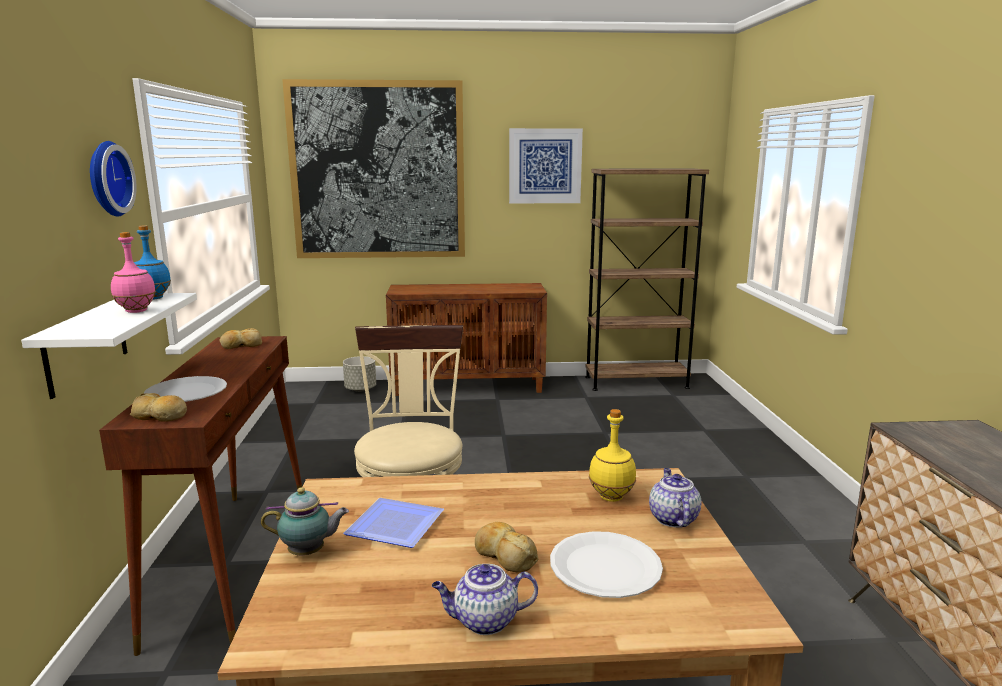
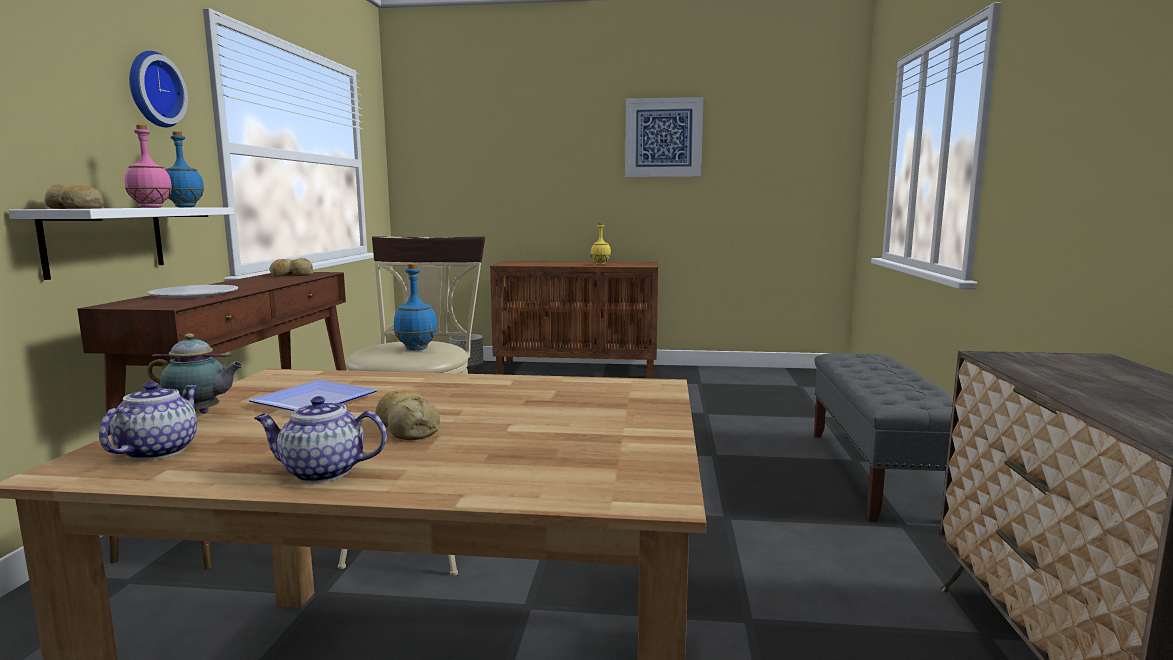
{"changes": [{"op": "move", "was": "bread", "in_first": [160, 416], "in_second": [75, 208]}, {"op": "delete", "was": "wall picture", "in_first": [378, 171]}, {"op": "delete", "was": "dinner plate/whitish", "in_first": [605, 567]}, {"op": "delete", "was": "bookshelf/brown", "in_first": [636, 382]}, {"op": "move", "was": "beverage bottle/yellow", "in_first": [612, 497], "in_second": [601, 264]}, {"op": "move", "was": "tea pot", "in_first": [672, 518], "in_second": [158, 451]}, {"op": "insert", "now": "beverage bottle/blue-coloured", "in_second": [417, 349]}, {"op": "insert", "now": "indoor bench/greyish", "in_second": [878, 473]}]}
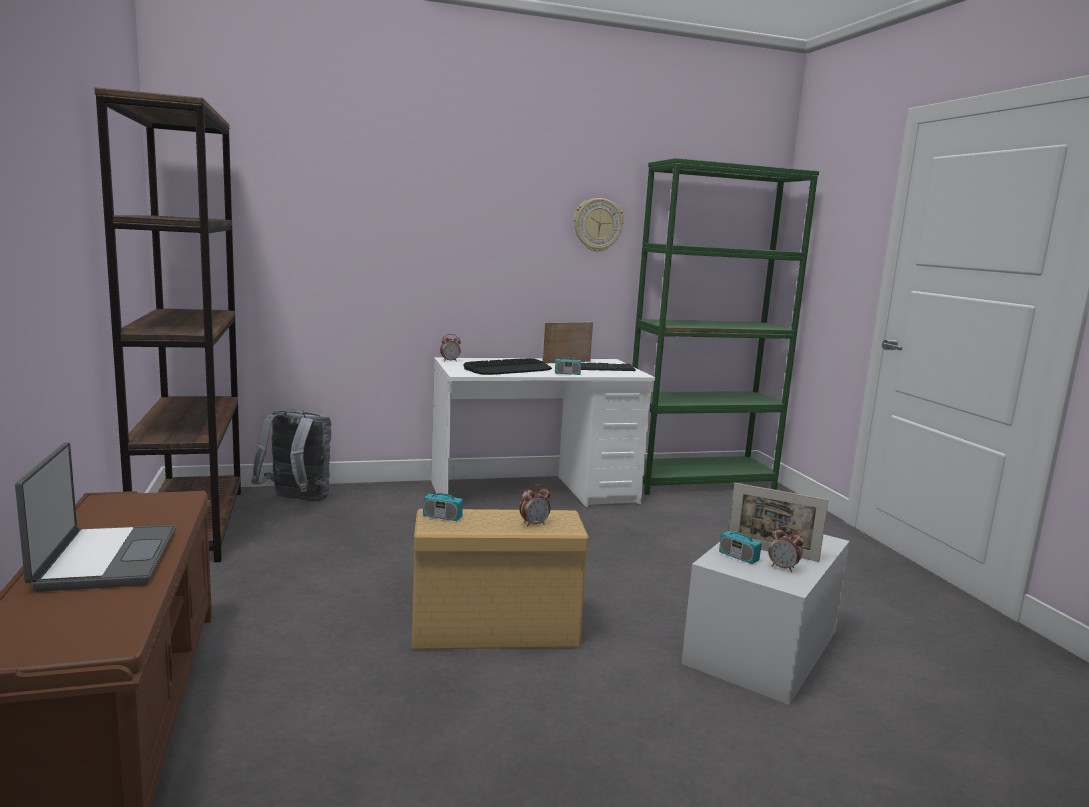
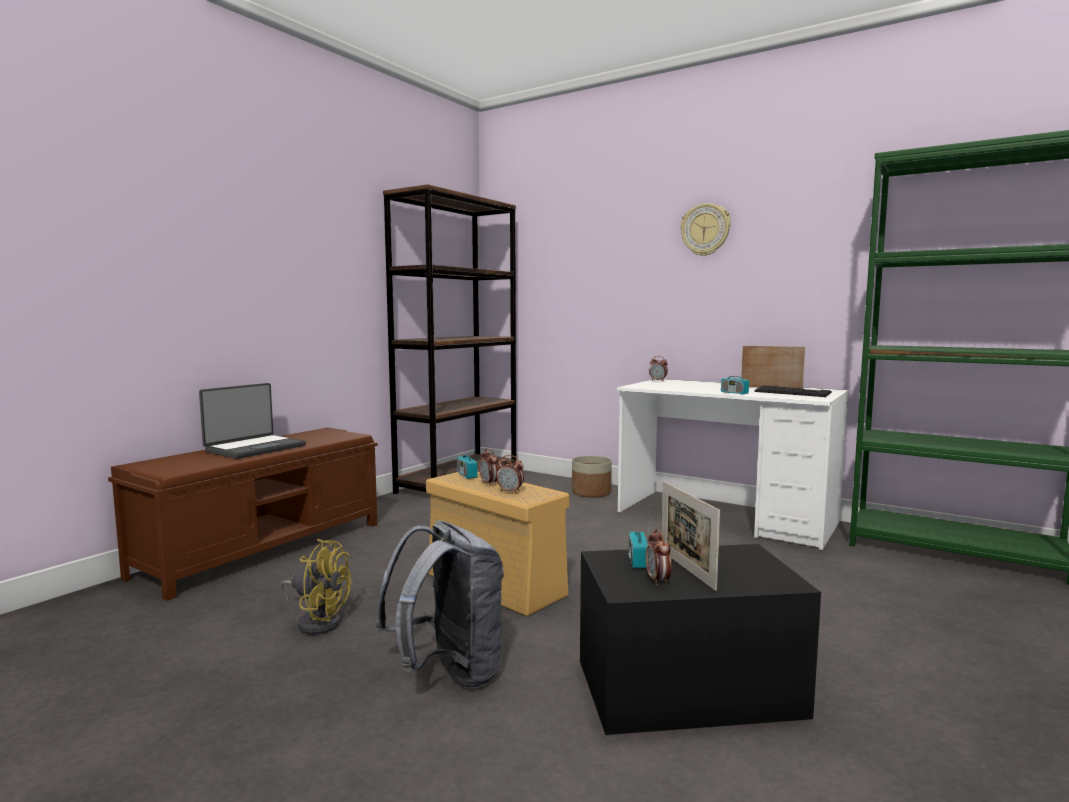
{"changes": [{"op": "move", "was": "rucksack/greyish", "in_first": [296, 501], "in_second": [448, 673]}, {"op": "delete", "was": "PC keyboard", "in_first": [508, 369]}, {"op": "move", "was": "clock on the wall", "in_first": [597, 225], "in_second": [705, 230]}, {"op": "recolor", "was": "storage box/whitish", "now": "storage box/black", "in_first": [762, 646], "in_second": [688, 687]}, {"op": "insert", "now": "cooling fan/yellow", "in_second": [318, 621]}, {"op": "insert", "now": "alarm clock", "in_second": [489, 483]}, {"op": "insert", "now": "plant pot", "in_second": [591, 493]}]}
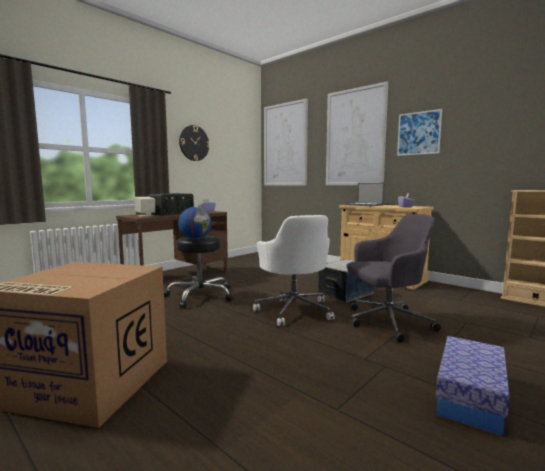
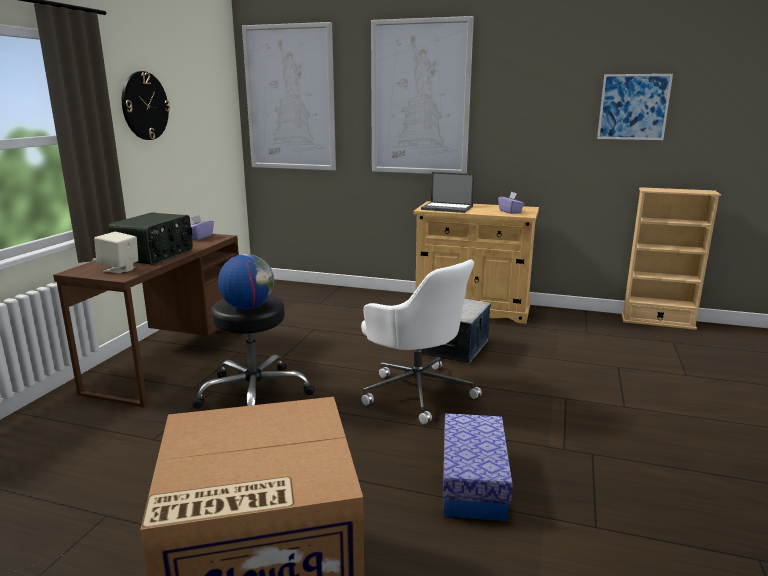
{"changes": [{"op": "delete", "was": "office chair/greyish", "in_first": [386, 322]}, {"op": "move", "was": "wall picture", "in_first": [418, 133], "in_second": [633, 107]}, {"op": "move", "was": "storage box", "in_first": [470, 396], "in_second": [473, 481]}]}
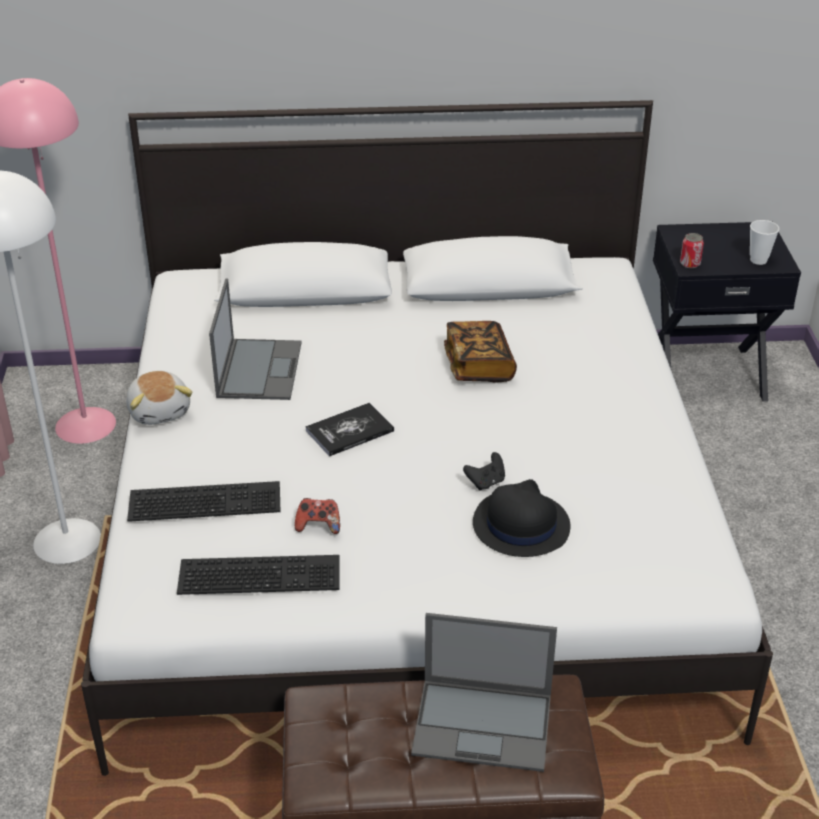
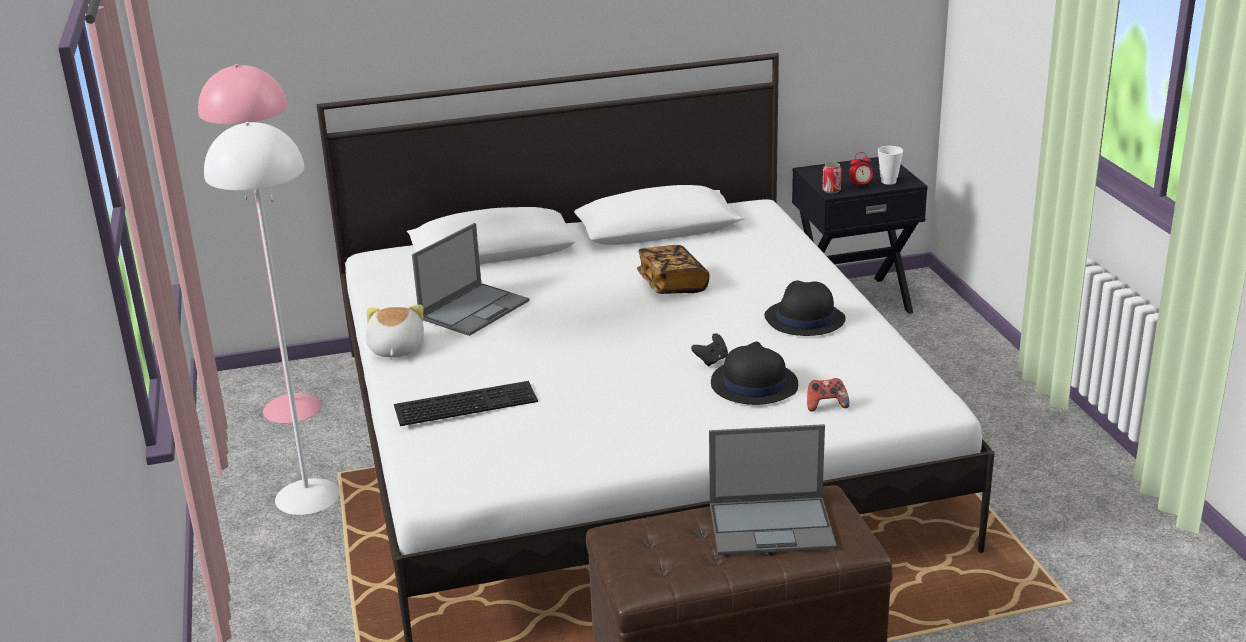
{"changes": [{"op": "rotate", "was": "cuddly toy", "in_first": [160, 411], "in_second": [395, 349], "clockwise": -150}, {"op": "delete", "was": "PC keyboard", "in_first": [261, 573]}, {"op": "rotate", "was": "portable computer", "in_first": [259, 369], "in_second": [475, 309], "clockwise": 45}, {"op": "move", "was": "joypad", "in_first": [318, 525], "in_second": [826, 405]}, {"op": "delete", "was": "volume", "in_first": [349, 431]}, {"op": "insert", "now": "wearable hat/black", "in_second": [804, 319]}, {"op": "insert", "now": "alarm clock", "in_second": [860, 185]}]}
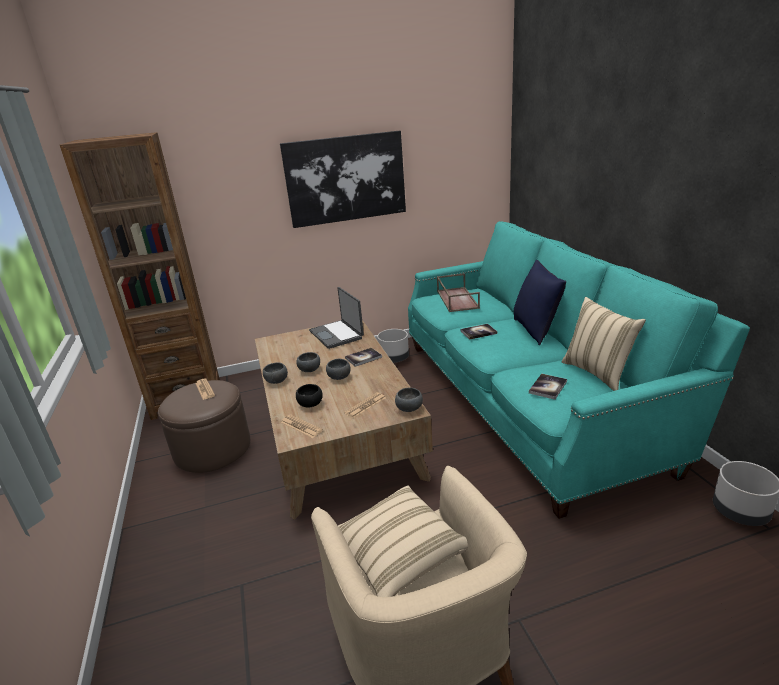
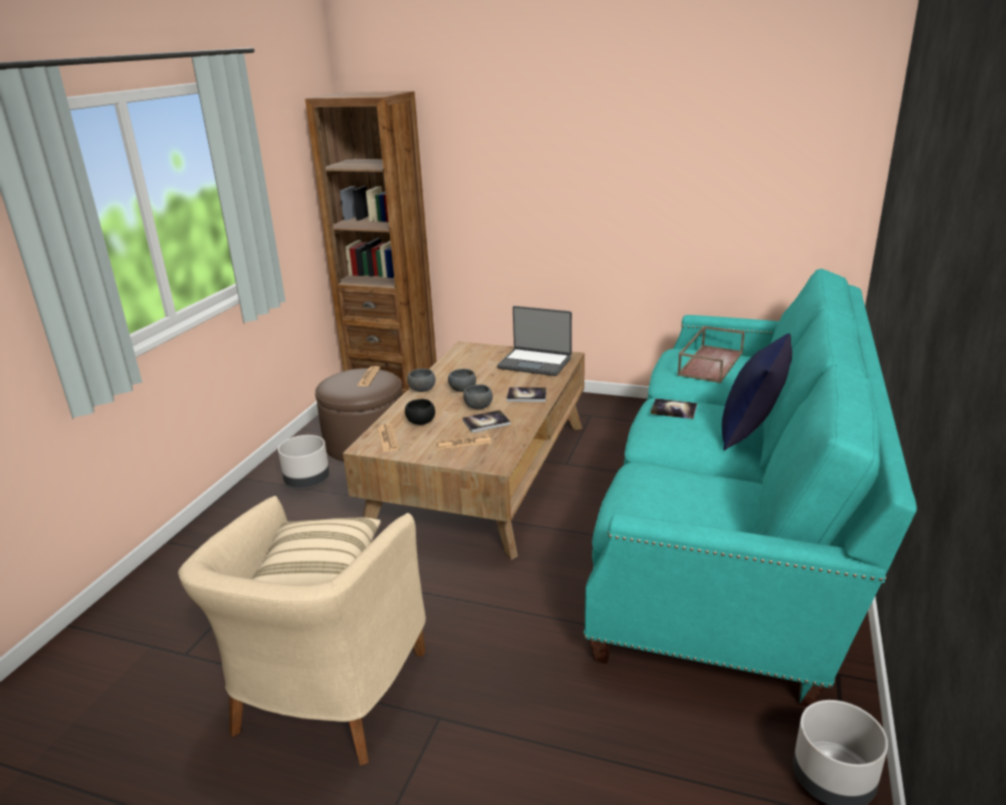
{"changes": [{"op": "delete", "was": "wall picture", "in_first": [345, 179]}, {"op": "rotate", "was": "portable computer", "in_first": [337, 334], "in_second": [535, 363], "clockwise": -75}, {"op": "move", "was": "plant pot/greyish", "in_first": [394, 359], "in_second": [307, 481]}, {"op": "delete", "was": "serving bowl/greyish", "in_first": [410, 409]}, {"op": "move", "was": "volume", "in_first": [548, 387], "in_second": [486, 422]}, {"op": "delete", "was": "pillow/beige-coloured", "in_first": [598, 373]}]}
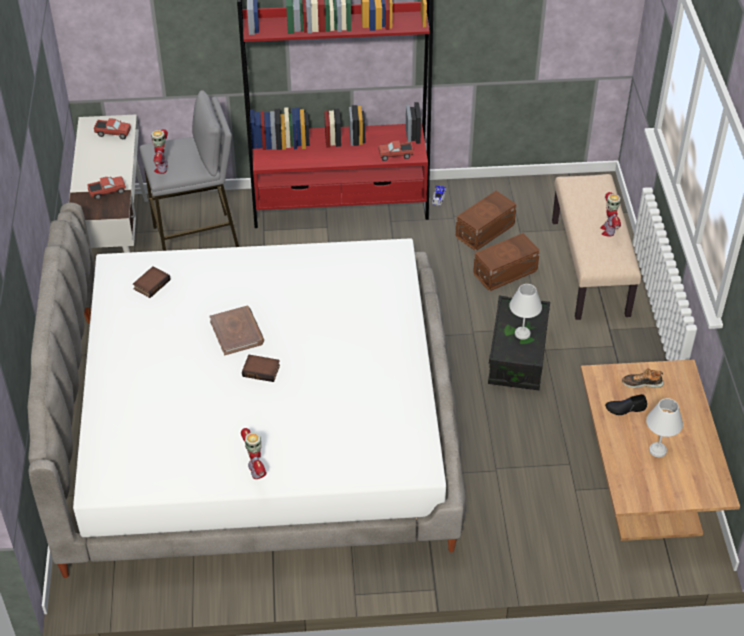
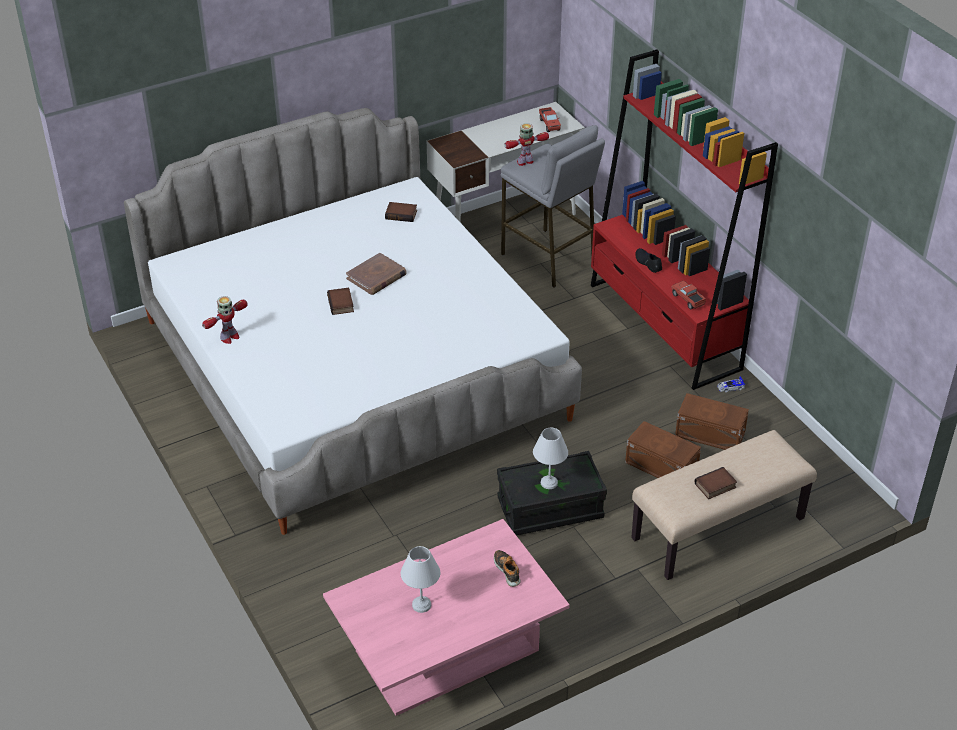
{"changes": [{"op": "delete", "was": "toy truck", "in_first": [107, 192]}, {"op": "recolor", "was": "low table/brown", "now": "low table/pinkish", "in_first": [646, 478], "in_second": [446, 651]}, {"op": "replace", "was": "toy robot", "now": "volume", "in_first": [608, 230], "in_second": [715, 486]}, {"op": "move", "was": "low shoe/black", "in_first": [625, 408], "in_second": [648, 263]}]}
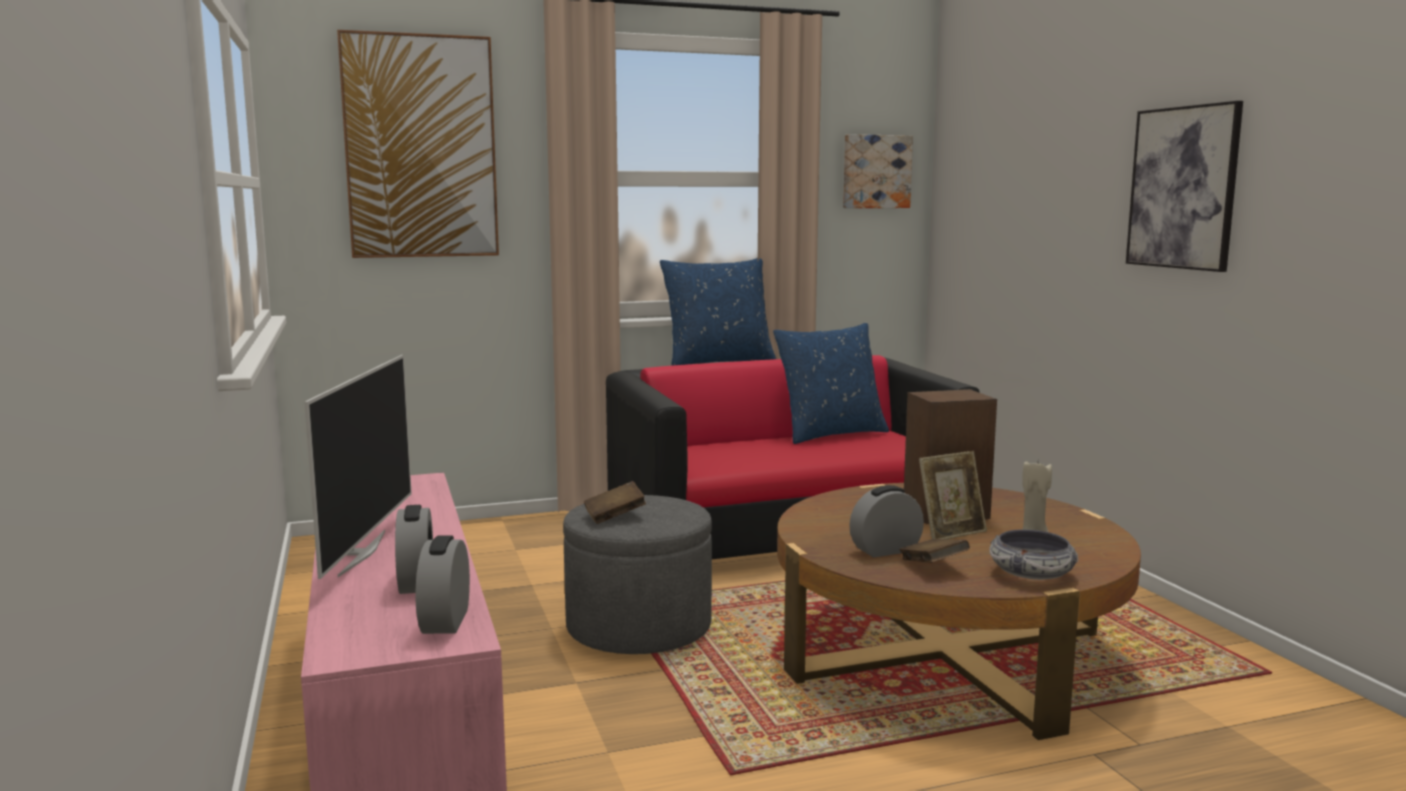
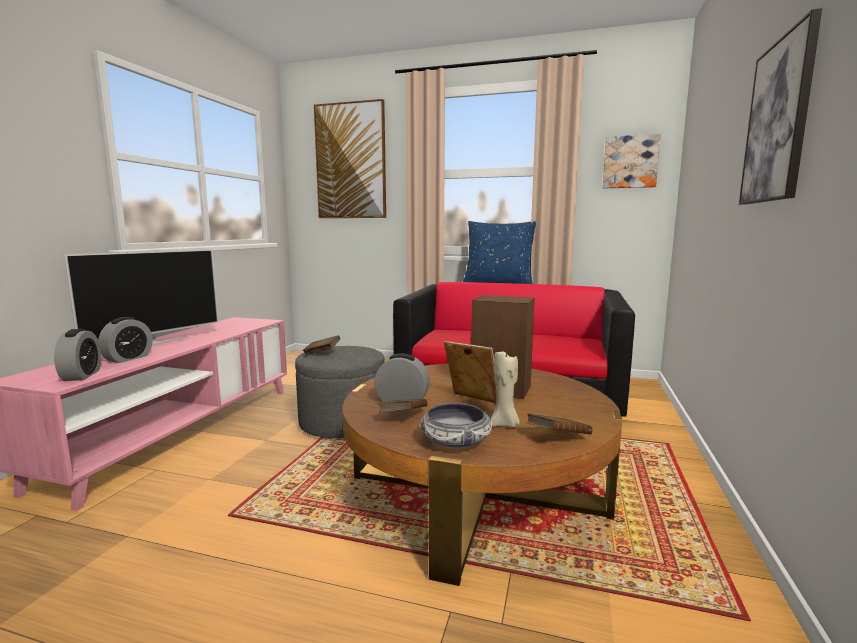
{"changes": [{"op": "rotate", "was": "alarm clock", "in_first": [445, 621], "in_second": [81, 375], "clockwise": 135}, {"op": "delete", "was": "pillow/blue-coloured", "in_first": [830, 434]}, {"op": "rotate", "was": "photo frame", "in_first": [951, 533], "in_second": [471, 401], "clockwise": -150}, {"op": "insert", "now": "volume/brown", "in_second": [558, 438]}]}
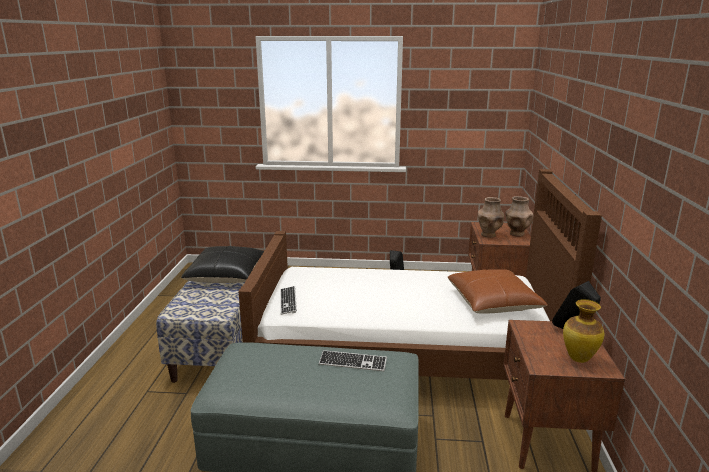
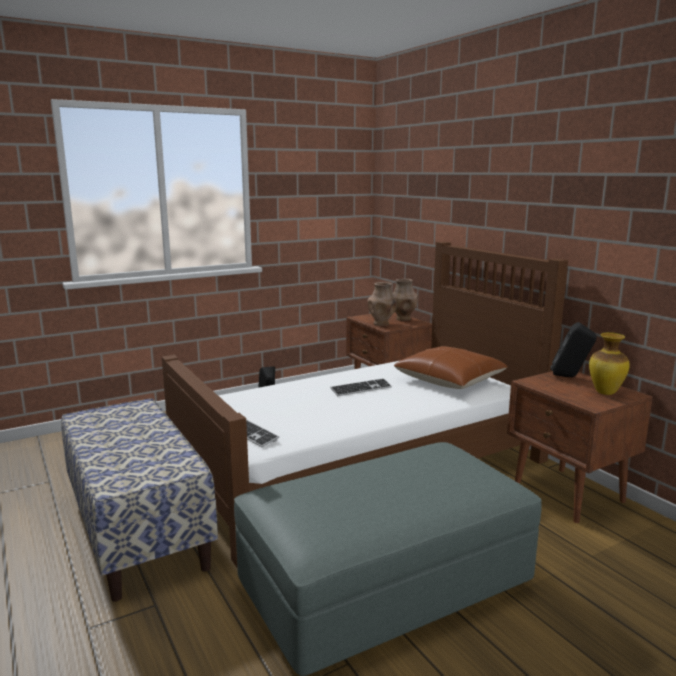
{"changes": [{"op": "delete", "was": "pillow/black", "in_first": [226, 275]}, {"op": "move", "was": "PC keyboard", "in_first": [352, 362], "in_second": [361, 389]}]}
